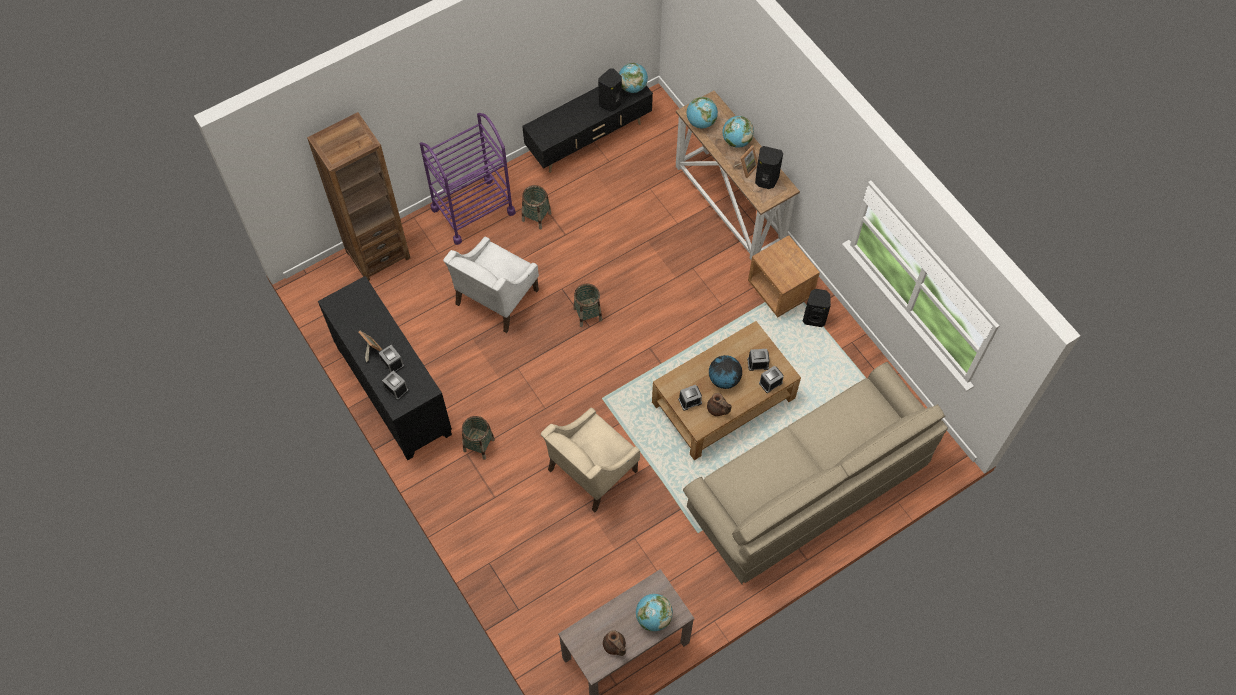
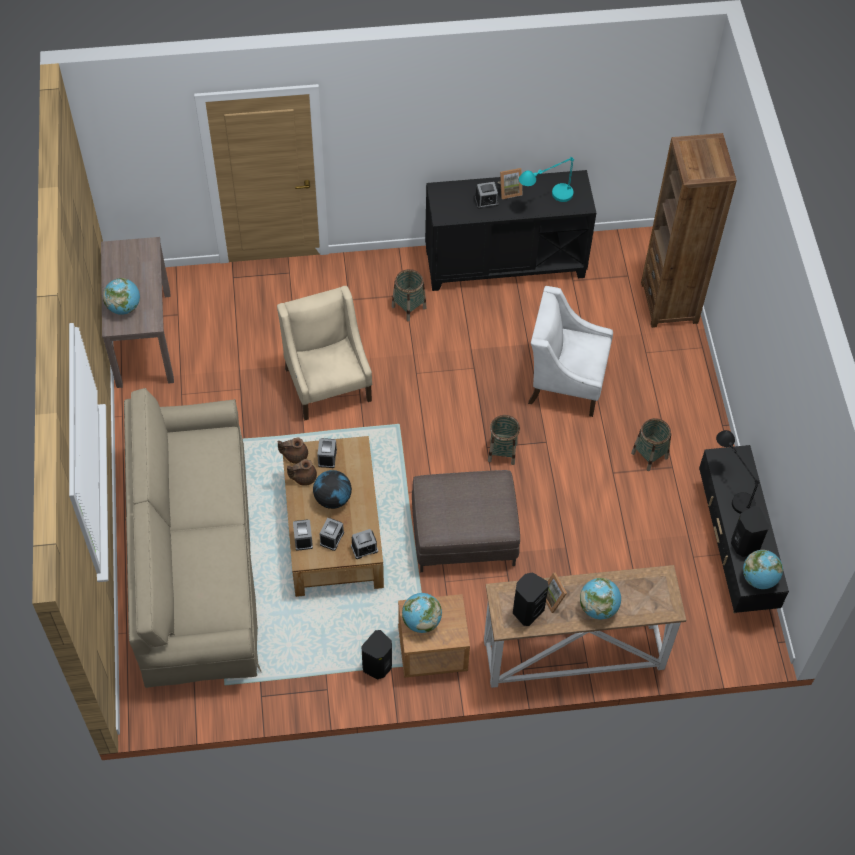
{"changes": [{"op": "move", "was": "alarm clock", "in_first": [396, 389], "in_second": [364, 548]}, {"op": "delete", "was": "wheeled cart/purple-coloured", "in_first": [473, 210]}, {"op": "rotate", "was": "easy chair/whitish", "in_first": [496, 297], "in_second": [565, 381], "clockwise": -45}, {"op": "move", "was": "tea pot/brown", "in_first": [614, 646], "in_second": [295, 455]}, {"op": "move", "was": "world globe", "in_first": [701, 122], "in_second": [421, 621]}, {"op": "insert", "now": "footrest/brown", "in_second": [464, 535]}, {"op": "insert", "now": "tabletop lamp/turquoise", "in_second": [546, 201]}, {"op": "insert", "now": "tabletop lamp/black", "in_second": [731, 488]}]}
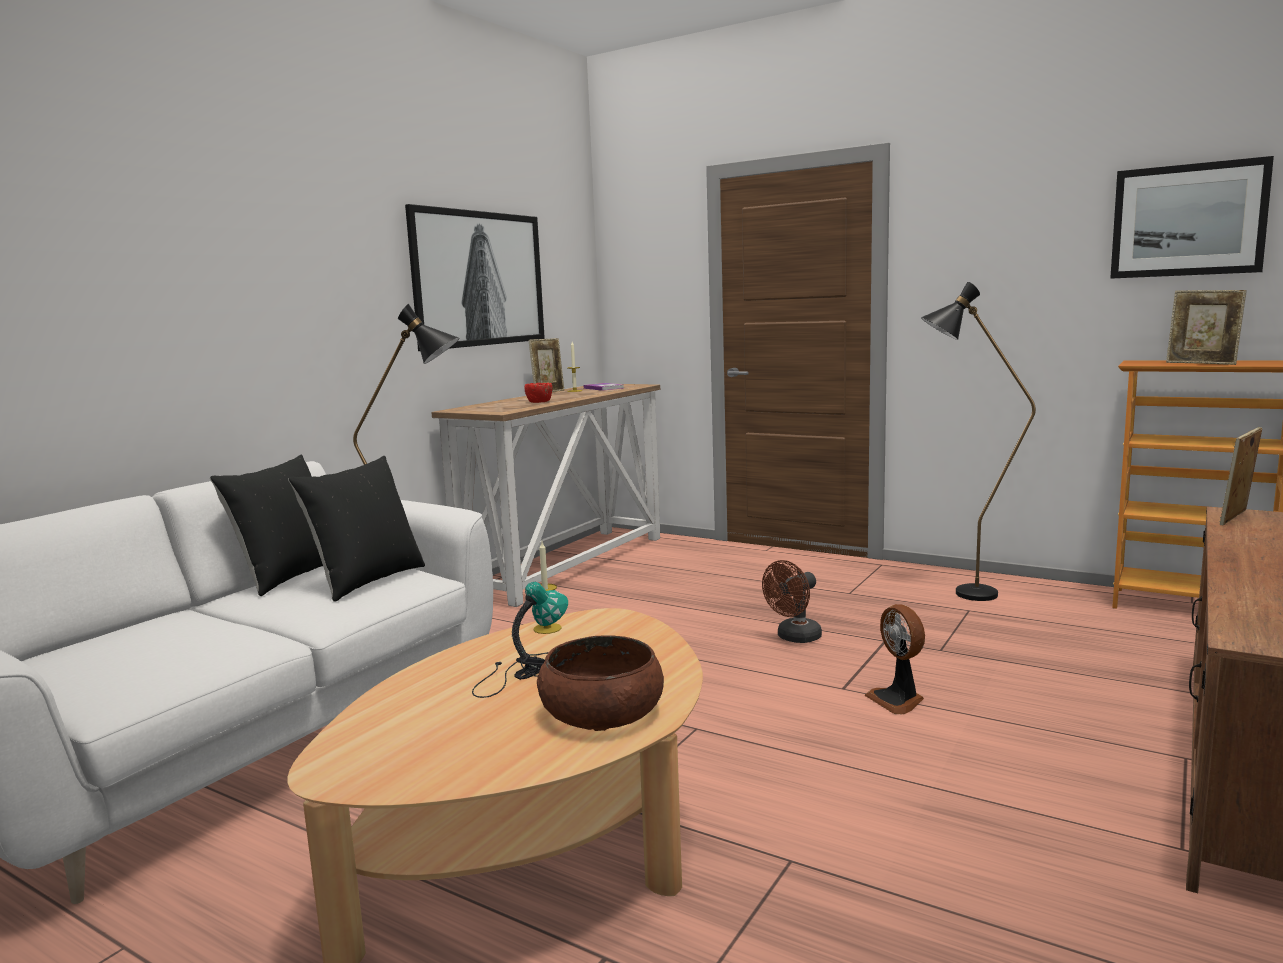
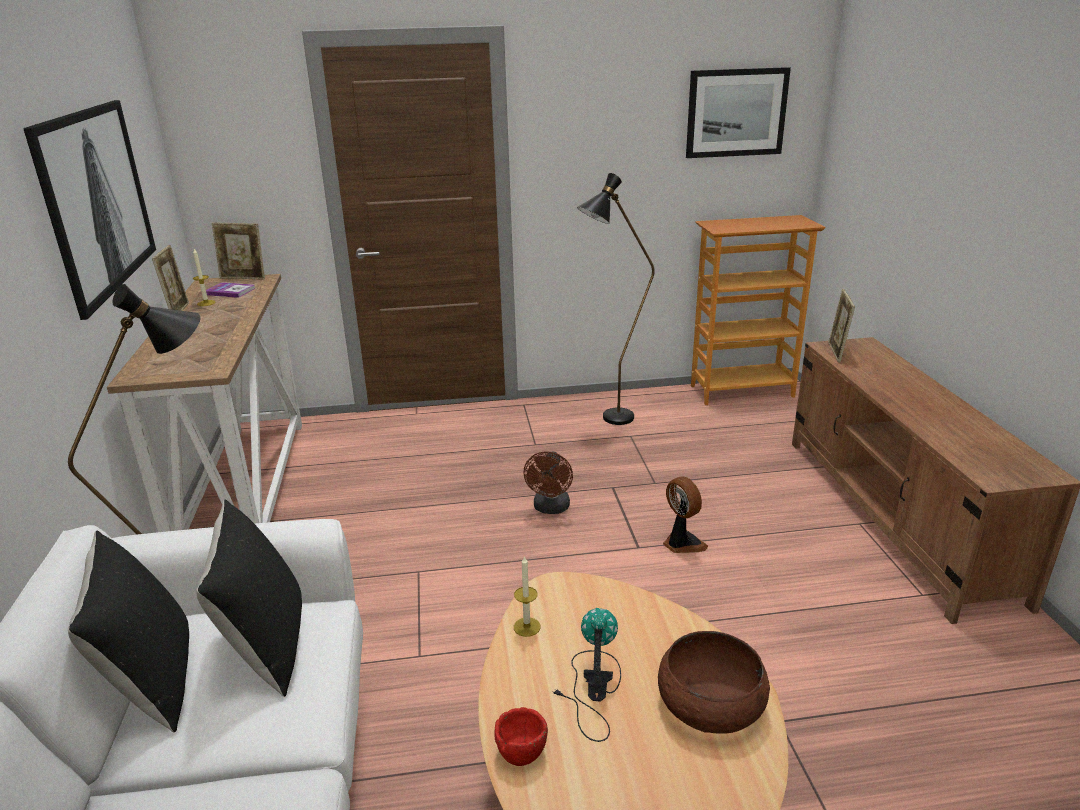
{"changes": [{"op": "move", "was": "serving bowl/red", "in_first": [539, 402], "in_second": [521, 751]}, {"op": "rotate", "was": "cooling fan", "in_first": [898, 700], "in_second": [682, 543], "clockwise": -150}, {"op": "move", "was": "photo frame", "in_first": [1202, 364], "in_second": [243, 278]}]}
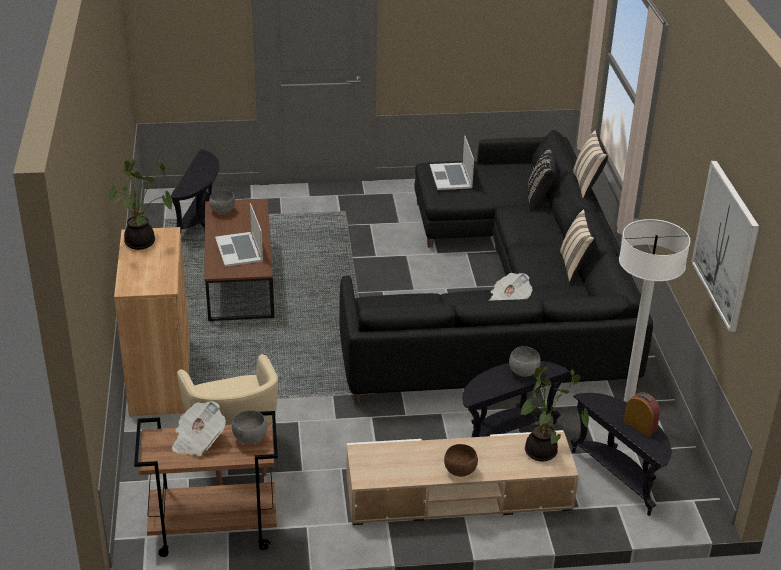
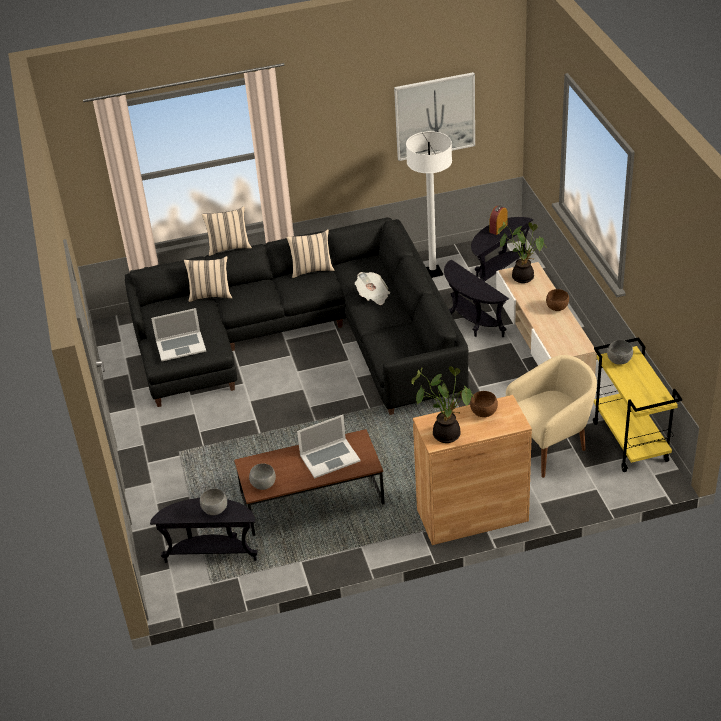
{"changes": [{"op": "recolor", "was": "wheeled cart/brown", "now": "wheeled cart/yellow", "in_first": [212, 530], "in_second": [631, 442]}, {"op": "delete", "was": "daily paper", "in_first": [198, 440]}, {"op": "move", "was": "serving bowl/greyish", "in_first": [523, 372], "in_second": [214, 510]}, {"op": "recolor", "was": "pillow/black", "now": "pillow/beige-coloured", "in_first": [539, 199], "in_second": [210, 295]}, {"op": "insert", "now": "serving bowl/brown", "in_second": [483, 413]}]}
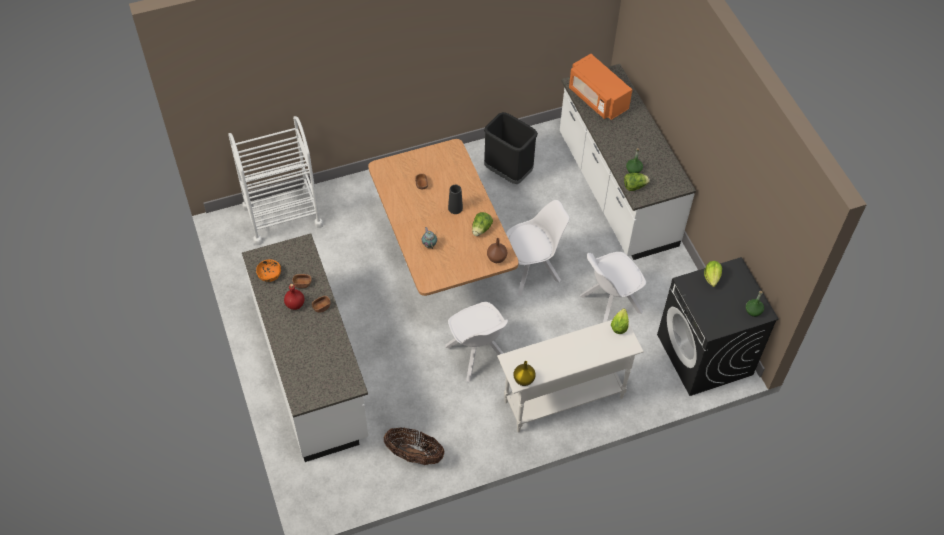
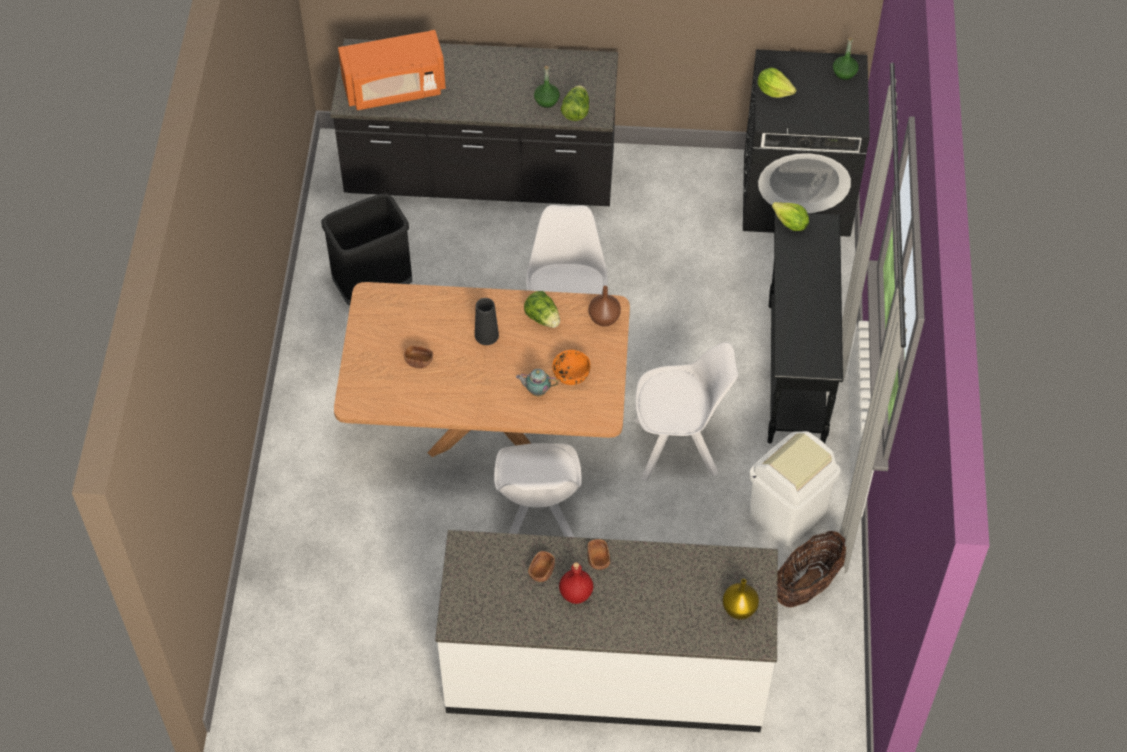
{"changes": [{"op": "delete", "was": "wheeled cart/whitish", "in_first": [282, 216]}, {"op": "move", "was": "serving bowl/orangey", "in_first": [270, 275], "in_second": [571, 374]}, {"op": "recolor", "was": "narrow table/whitish", "now": "narrow table/black", "in_first": [563, 399], "in_second": [795, 374]}, {"op": "move", "was": "vase/yellow", "in_first": [524, 379], "in_second": [738, 608]}, {"op": "recolor", "was": "counter/whitish", "now": "counter/black", "in_first": [615, 190], "in_second": [481, 177]}, {"op": "move", "was": "upright chair/whitish", "in_first": [609, 304], "in_second": [538, 523]}, {"op": "insert", "now": "trash can/whitish", "in_second": [787, 513]}]}
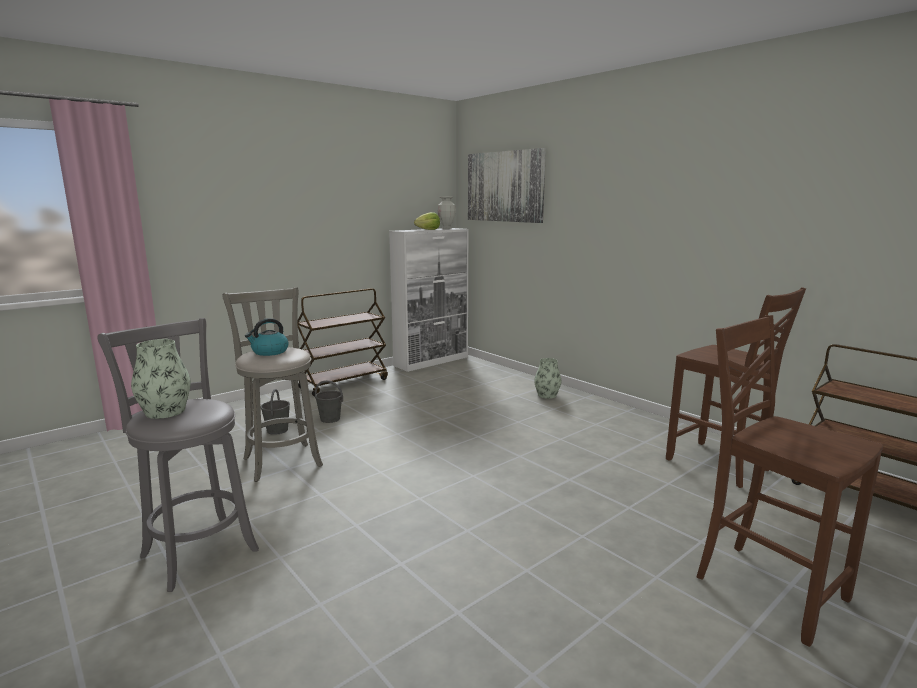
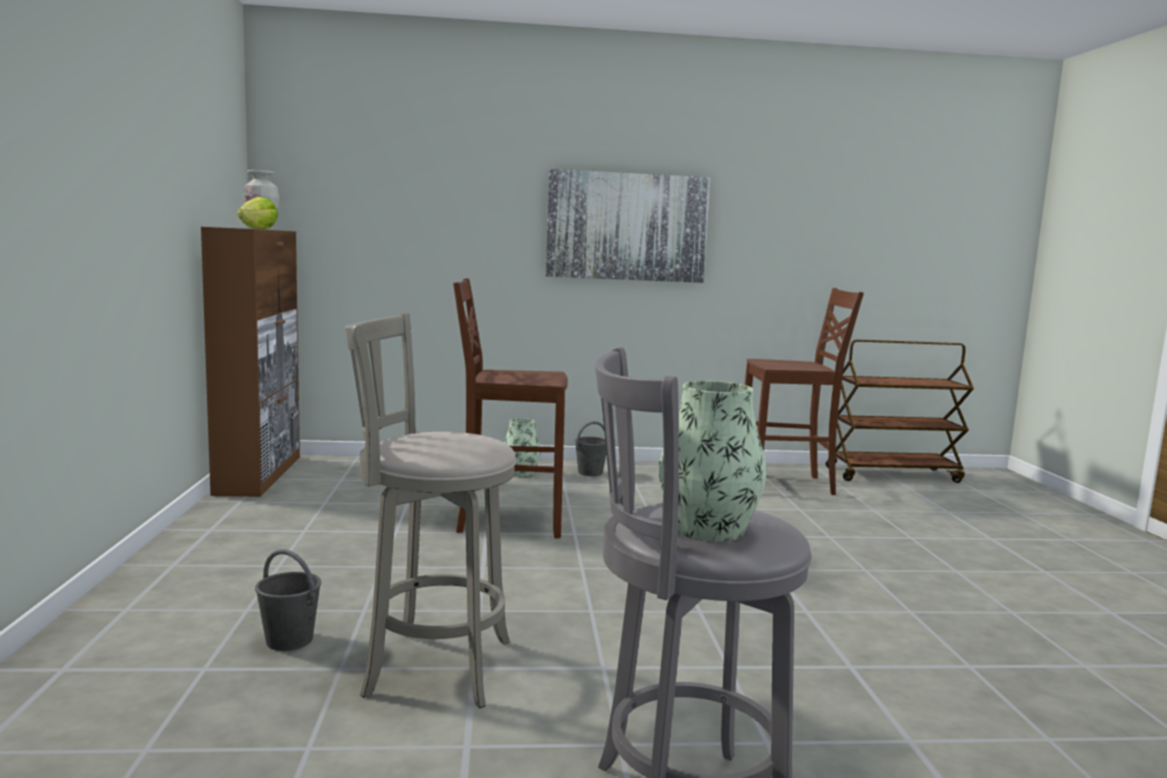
{"changes": [{"op": "delete", "was": "water kettle", "in_first": [269, 352]}, {"op": "delete", "was": "wheeled cart/brown", "in_first": [344, 383]}, {"op": "move", "was": "bucket/greyish", "in_first": [330, 419], "in_second": [590, 472]}, {"op": "recolor", "was": "cabinet/whitish", "now": "cabinet/brown", "in_first": [432, 361], "in_second": [259, 474]}, {"op": "move", "was": "wall picture", "in_first": [505, 186], "in_second": [627, 227]}, {"op": "move", "was": "upright chair/brown", "in_first": [767, 587], "in_second": [507, 521]}]}
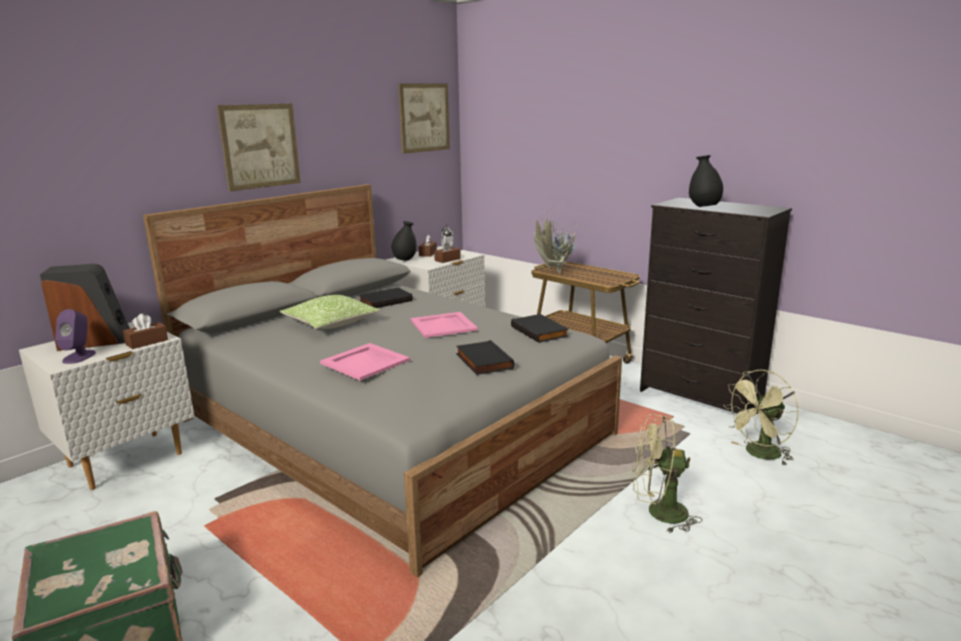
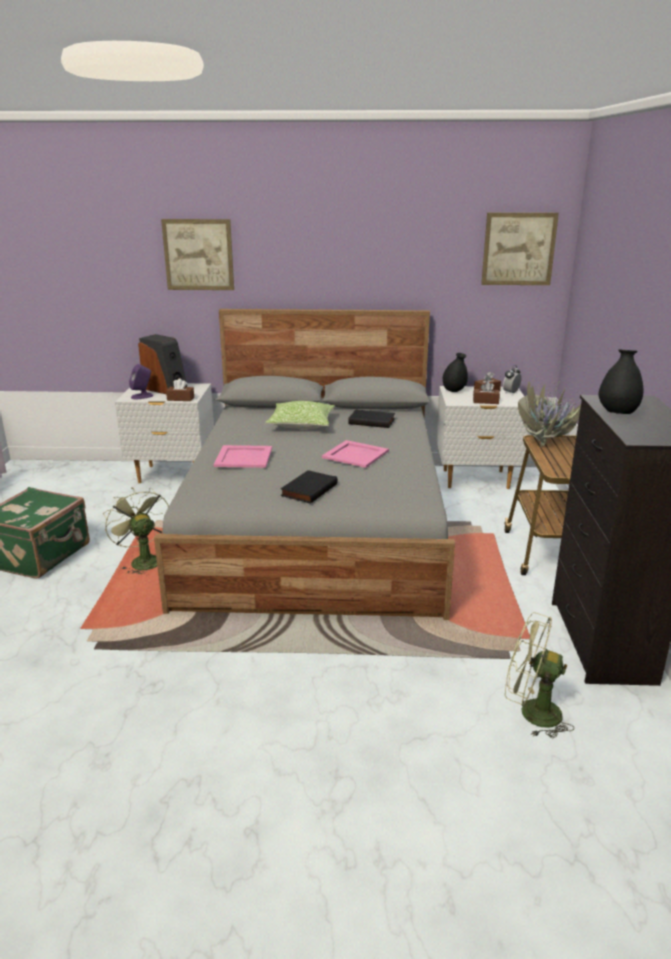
{"changes": [{"op": "move", "was": "wall picture", "in_first": [260, 146], "in_second": [198, 255]}, {"op": "delete", "was": "volume/black", "in_first": [540, 331]}, {"op": "move", "was": "cooling fan/green", "in_first": [658, 513], "in_second": [142, 560]}]}
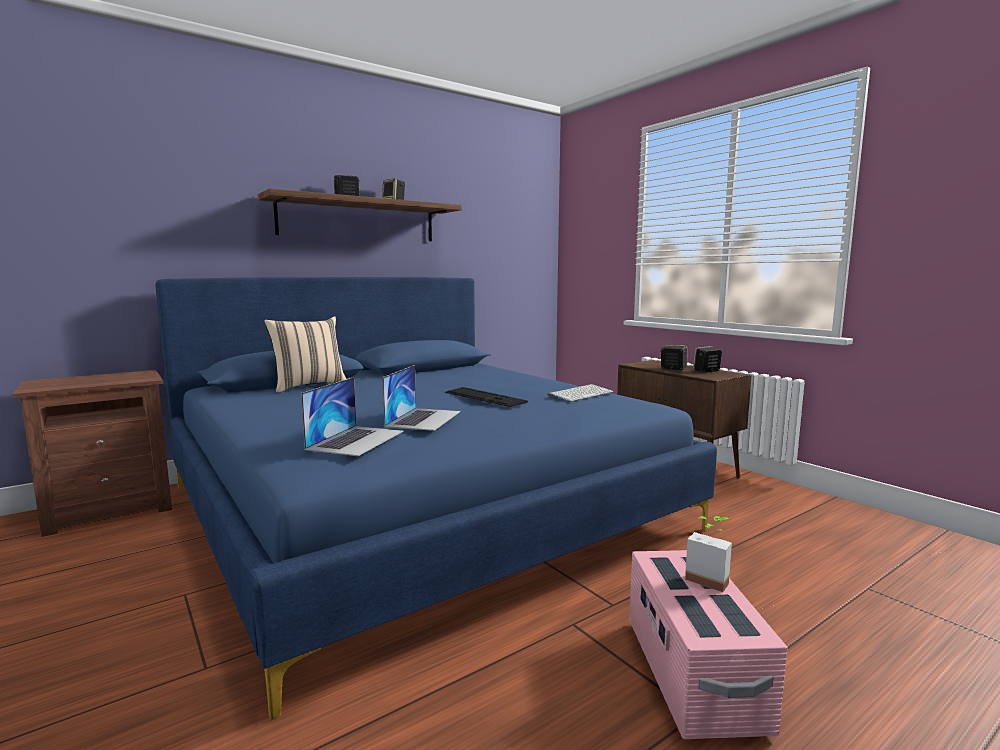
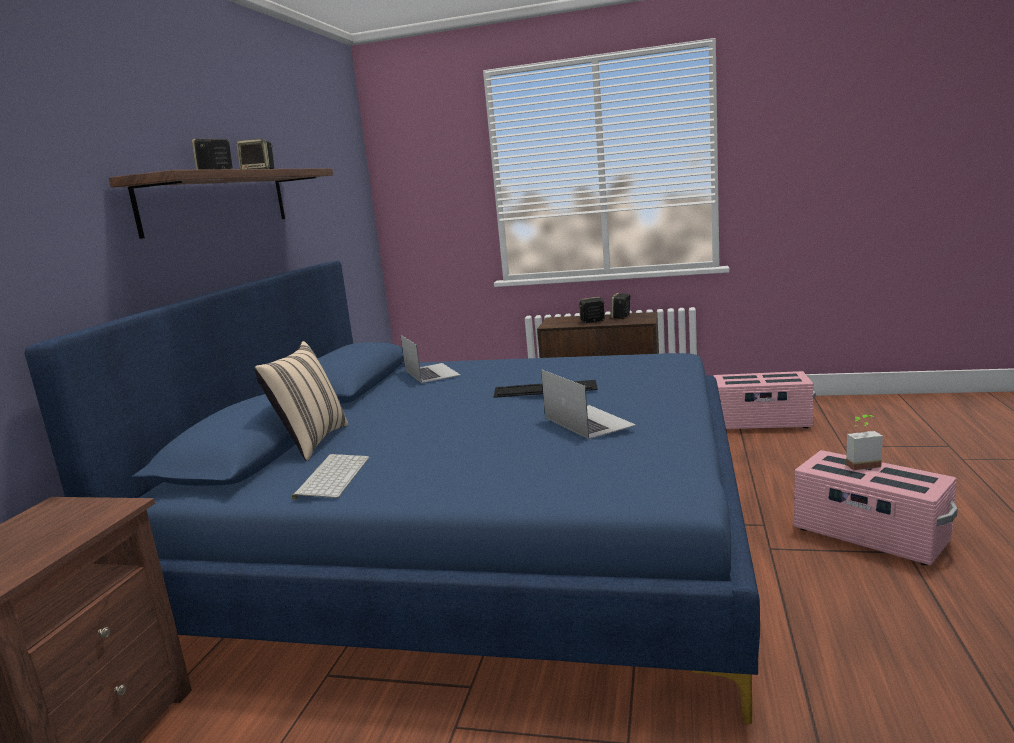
{"changes": [{"op": "move", "was": "portable computer", "in_first": [356, 440], "in_second": [431, 372]}, {"op": "move", "was": "PC keyboard", "in_first": [580, 393], "in_second": [332, 476]}, {"op": "insert", "now": "storage box/pinkish", "in_second": [761, 423]}]}
